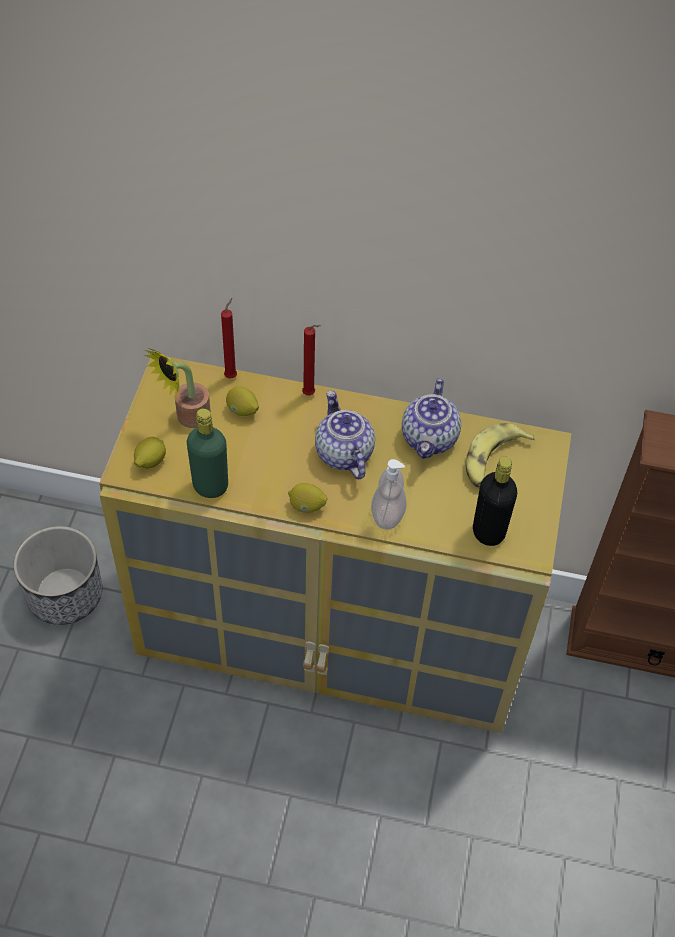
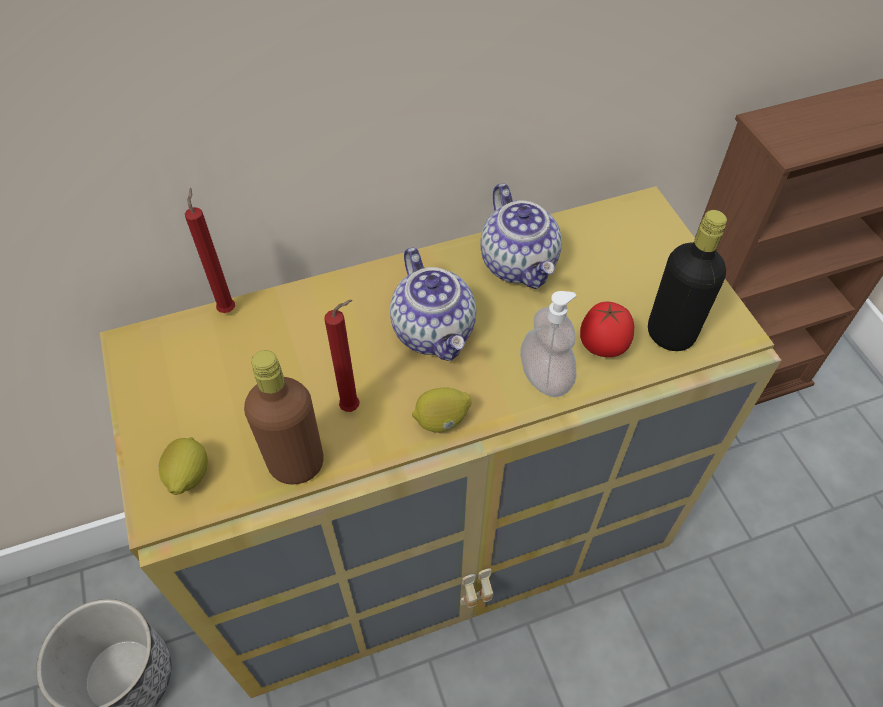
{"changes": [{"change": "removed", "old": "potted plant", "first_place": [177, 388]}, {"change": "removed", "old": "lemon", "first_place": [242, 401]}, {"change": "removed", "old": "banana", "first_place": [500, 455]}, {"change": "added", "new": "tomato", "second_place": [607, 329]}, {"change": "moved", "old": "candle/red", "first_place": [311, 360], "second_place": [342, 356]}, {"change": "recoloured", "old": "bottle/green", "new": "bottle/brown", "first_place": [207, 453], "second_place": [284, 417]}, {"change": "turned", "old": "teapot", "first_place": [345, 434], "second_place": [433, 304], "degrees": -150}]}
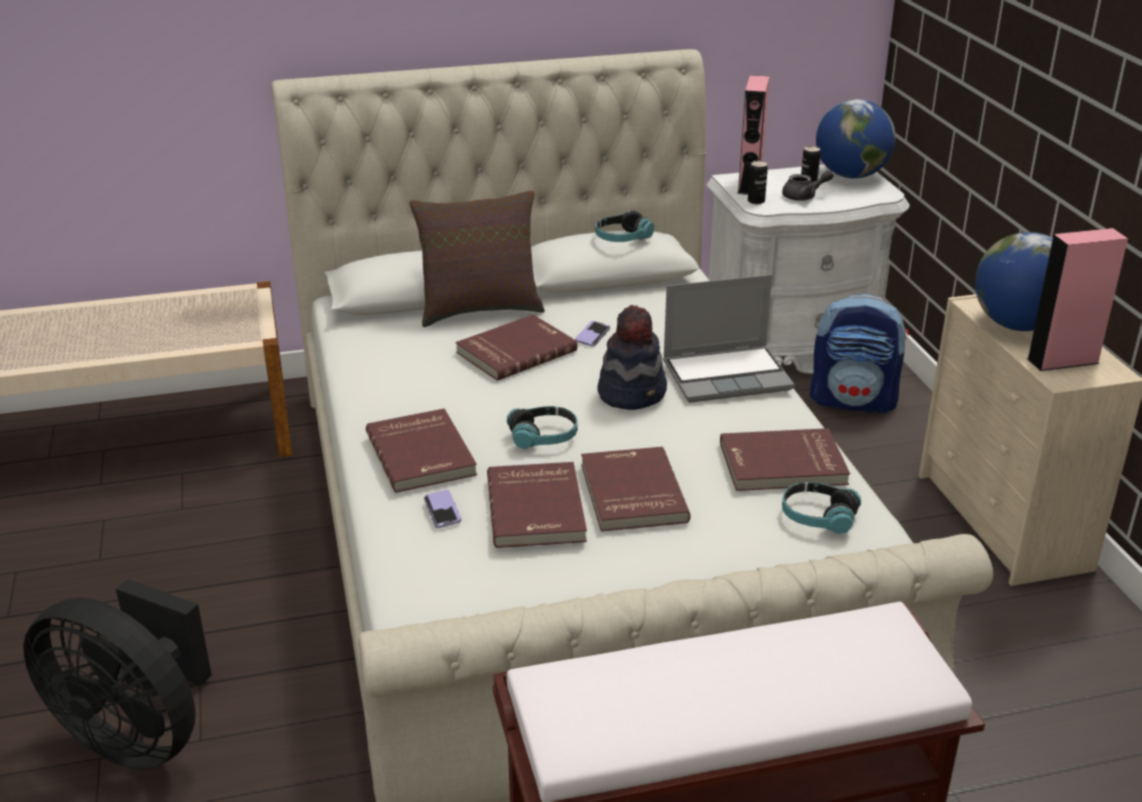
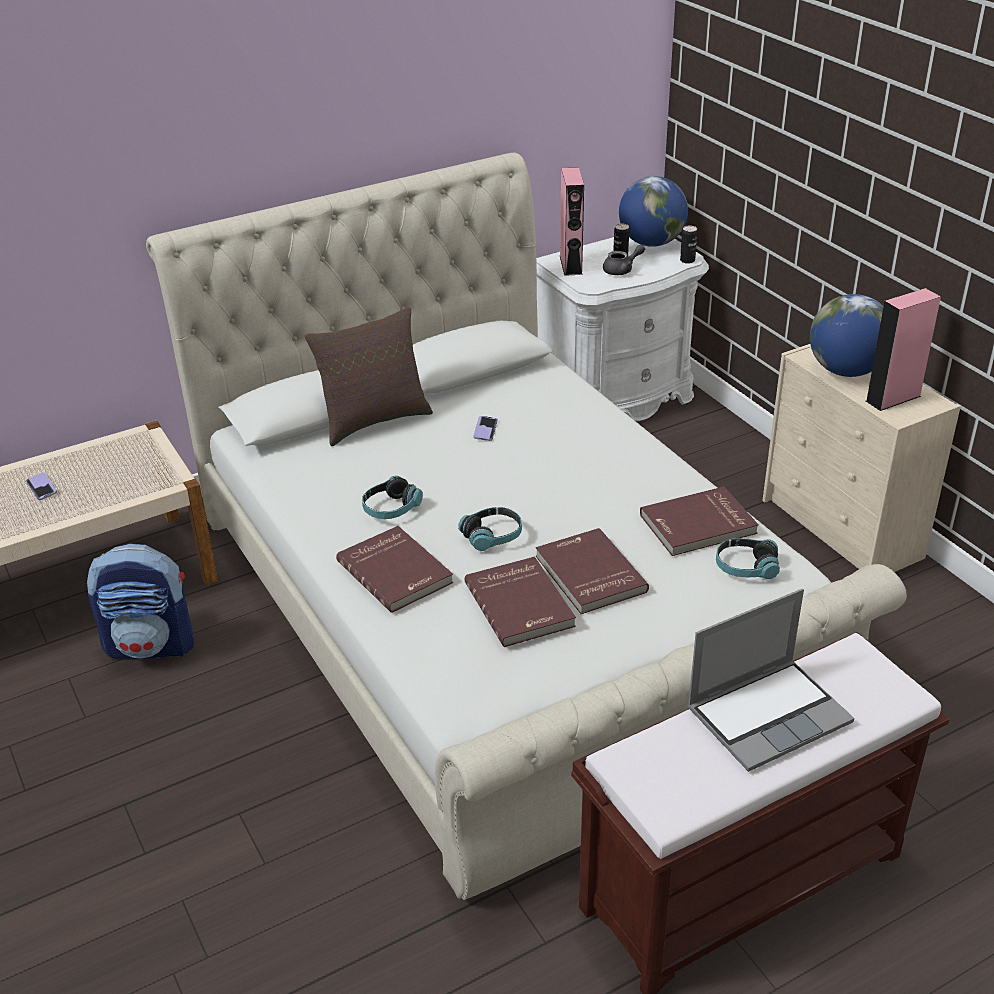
{"changes": [{"change": "removed", "old": "fan/black", "first_place": [117, 674]}, {"change": "removed", "old": "book/red", "first_place": [516, 348]}, {"change": "removed", "old": "hat", "first_place": [632, 357]}, {"change": "moved", "old": "phone", "first_place": [442, 509], "second_place": [41, 486]}, {"change": "moved", "old": "headphones", "first_place": [625, 226], "second_place": [392, 497]}, {"change": "moved", "old": "laptop", "first_place": [728, 339], "second_place": [770, 680]}, {"change": "moved", "old": "can", "first_place": [758, 182], "second_place": [688, 244]}, {"change": "moved", "old": "backpack", "first_place": [859, 354], "second_place": [140, 601]}]}
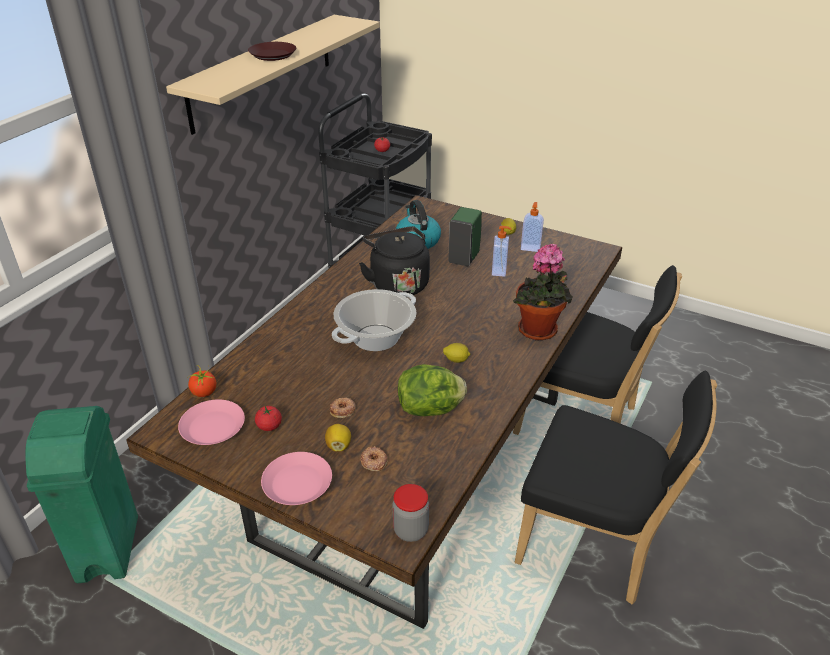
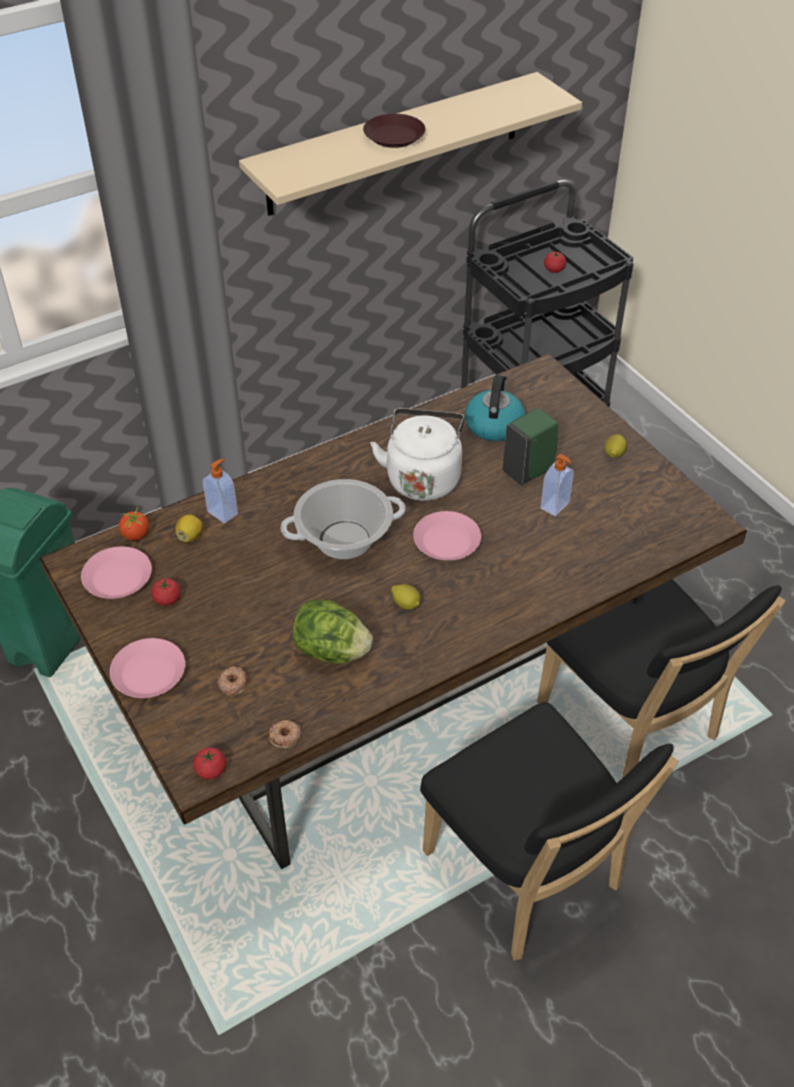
{"changes": [{"change": "removed", "old": "potted plant", "first_place": [542, 292]}, {"change": "added", "new": "plate/pink", "second_place": [447, 535]}, {"change": "moved", "old": "lemon", "first_place": [338, 438], "second_place": [189, 528]}, {"change": "moved", "old": "donut", "first_place": [343, 407], "second_place": [285, 734]}, {"change": "moved", "old": "soap dispenser", "first_place": [532, 227], "second_place": [220, 491]}, {"change": "replaced", "old": "jar", "new": "tomato", "first_place": [411, 513], "second_place": [209, 763]}, {"change": "recoloured", "old": "kettle/black", "new": "kettle/white", "first_place": [394, 260], "second_place": [417, 454]}]}
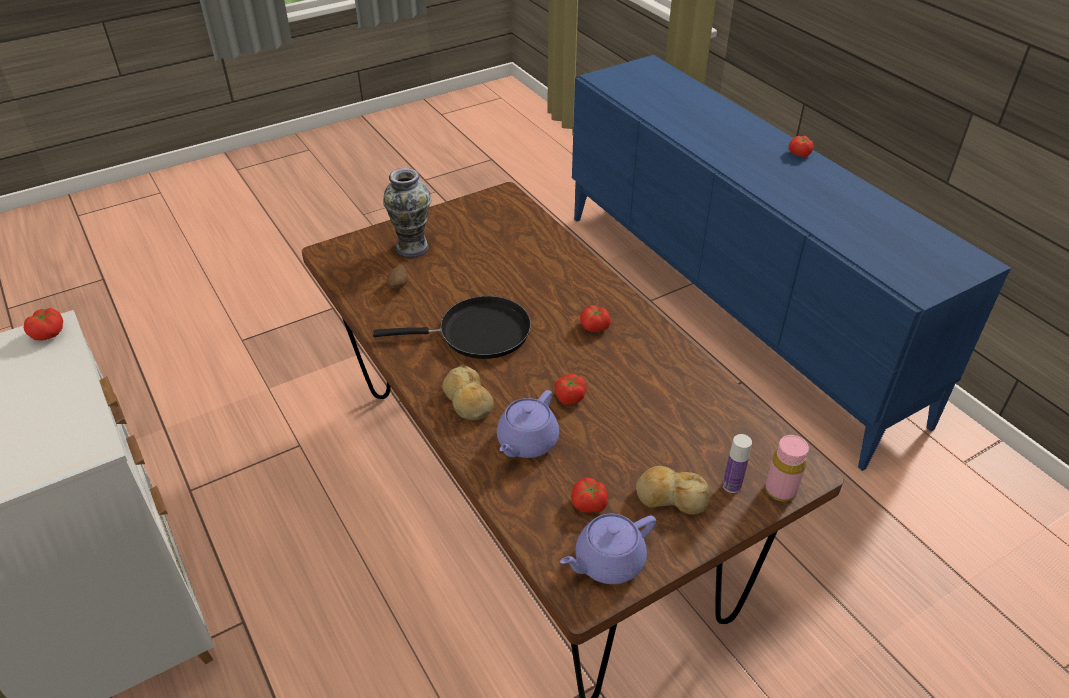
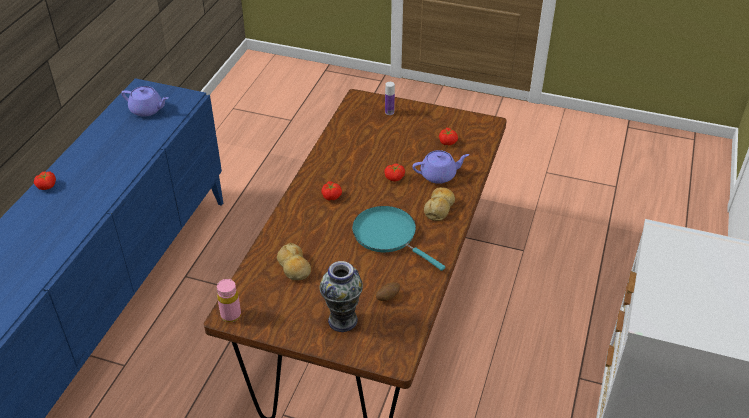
{"changes": [{"change": "removed", "old": "tomato", "first_place": [43, 324]}, {"change": "moved", "old": "teapot/purple", "first_place": [608, 549], "second_place": [144, 101]}, {"change": "moved", "old": "bread", "first_place": [673, 490], "second_place": [294, 261]}, {"change": "moved", "old": "bottle/pink", "first_place": [787, 468], "second_place": [229, 300]}, {"change": "recoloured", "old": "frying pan/black", "new": "frying pan/turquoise", "first_place": [452, 327], "second_place": [398, 238]}]}
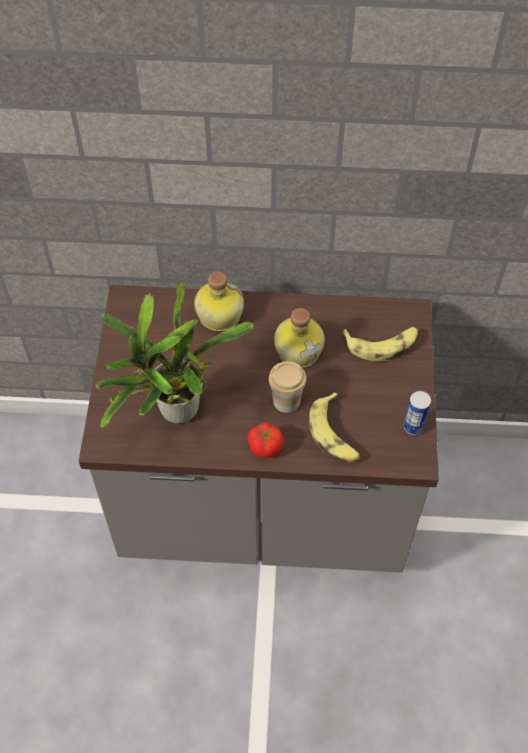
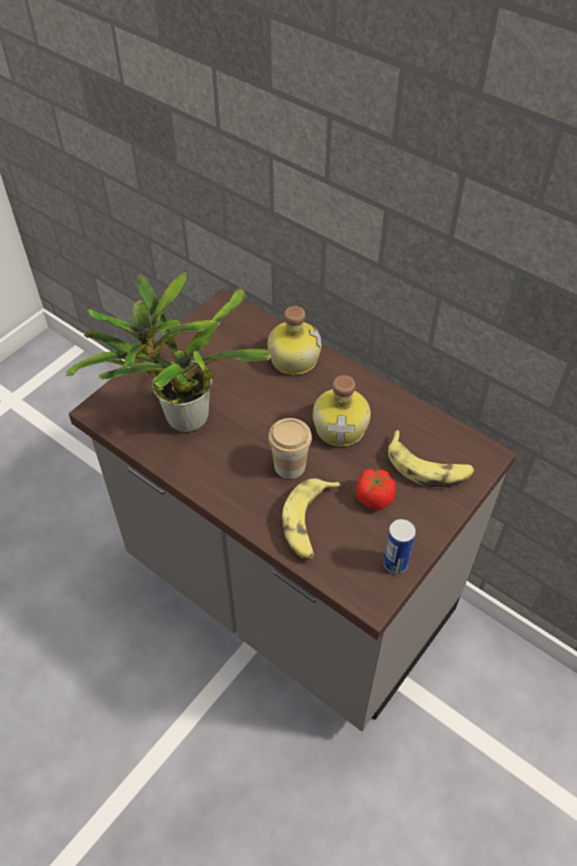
{"changes": [{"change": "moved", "old": "tomato", "first_place": [265, 440], "second_place": [376, 489]}]}
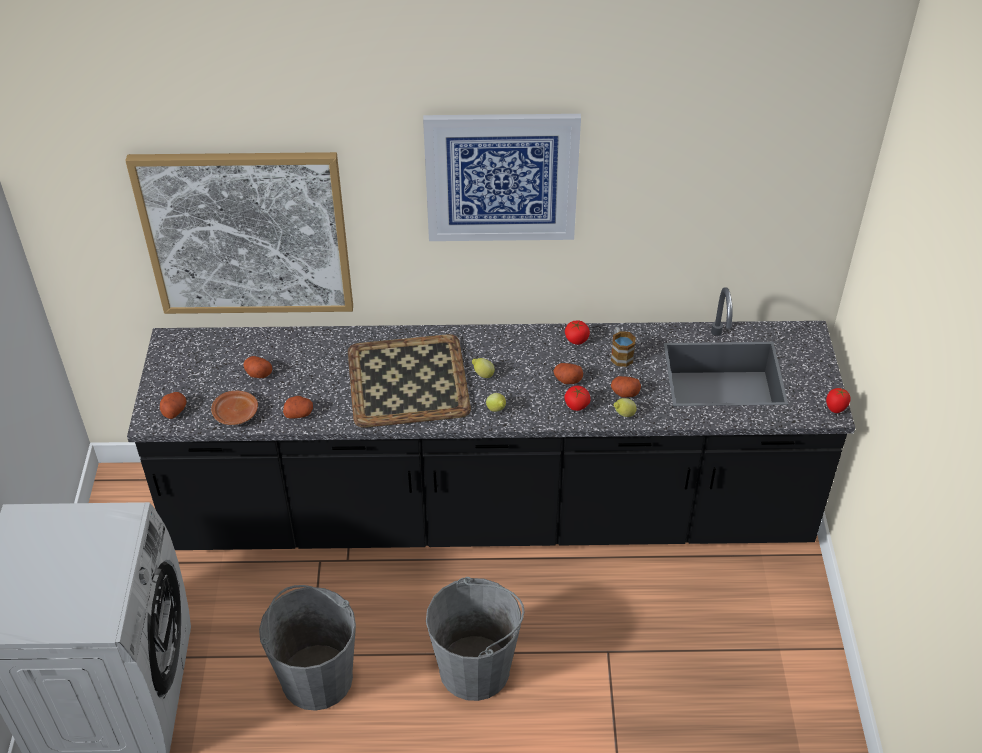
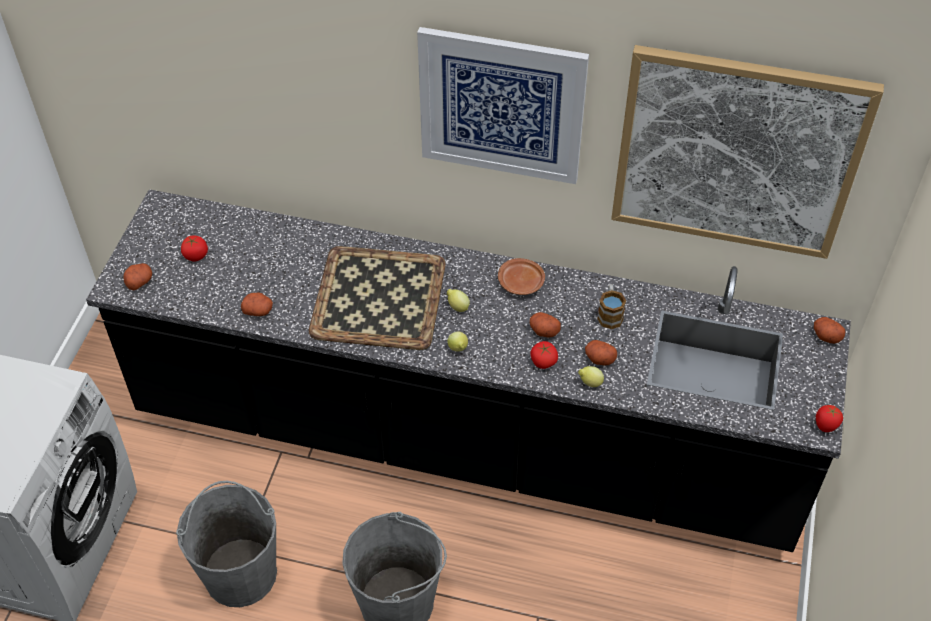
{"changes": [{"change": "moved", "old": "picture", "first_place": [239, 233], "second_place": [747, 152]}, {"change": "moved", "old": "plate/brown", "first_place": [234, 408], "second_place": [521, 276]}, {"change": "moved", "old": "potato", "first_place": [257, 367], "second_place": [829, 330]}, {"change": "moved", "old": "tomato", "first_place": [577, 333], "second_place": [194, 248]}]}
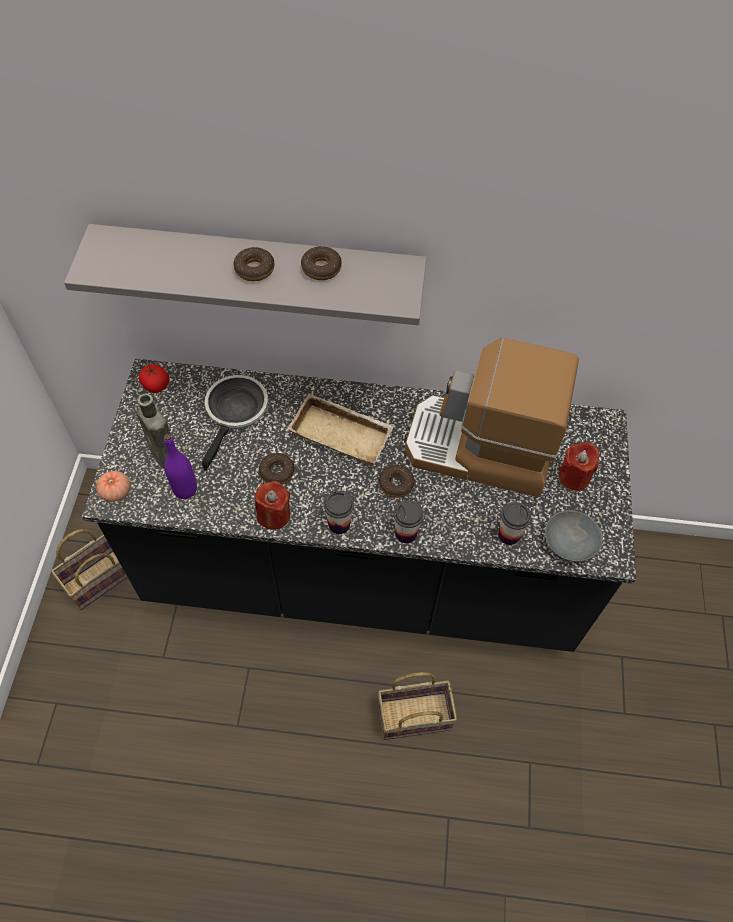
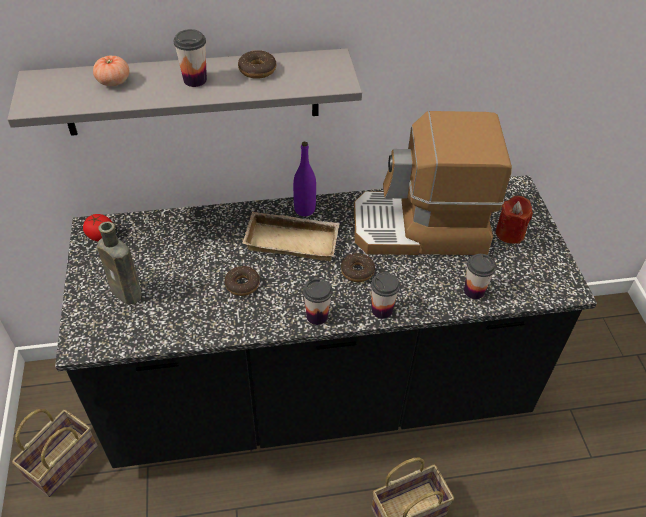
{"changes": [{"change": "removed", "old": "frying pan", "first_place": [235, 423]}, {"change": "removed", "old": "candle/red", "first_place": [272, 505]}, {"change": "removed", "old": "bowl/grey", "first_place": [574, 536]}, {"change": "moved", "old": "tomato", "first_place": [113, 486], "second_place": [111, 71]}, {"change": "moved", "old": "bottle/purple", "first_place": [180, 466], "second_place": [304, 179]}, {"change": "replaced", "old": "donut", "new": "cup", "first_place": [253, 264], "second_place": [190, 58]}]}
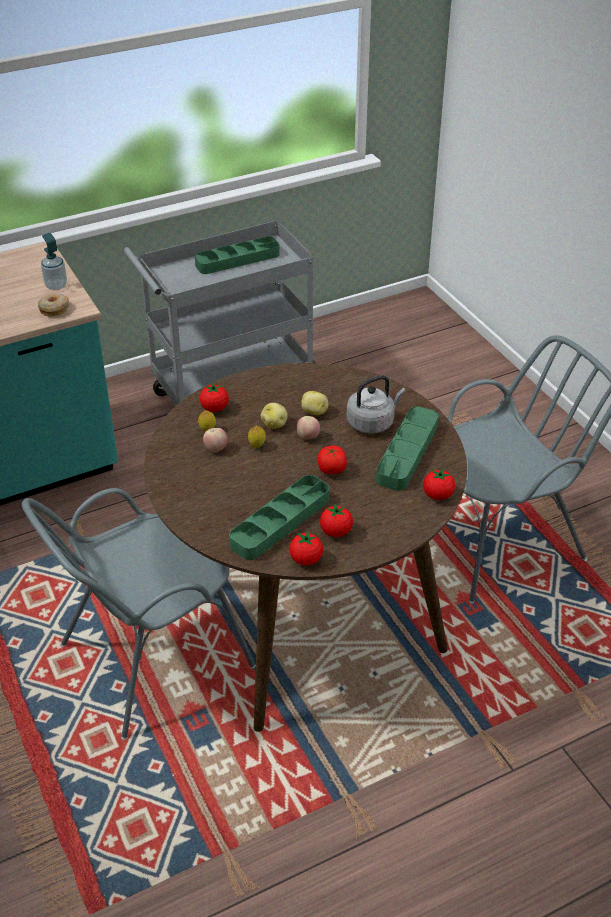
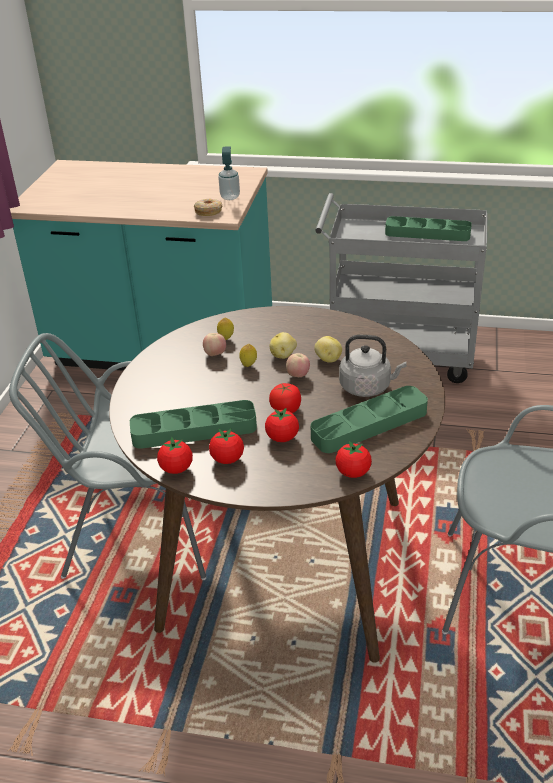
{"changes": [{"change": "moved", "old": "tomato", "first_place": [214, 397], "second_place": [282, 425]}]}
